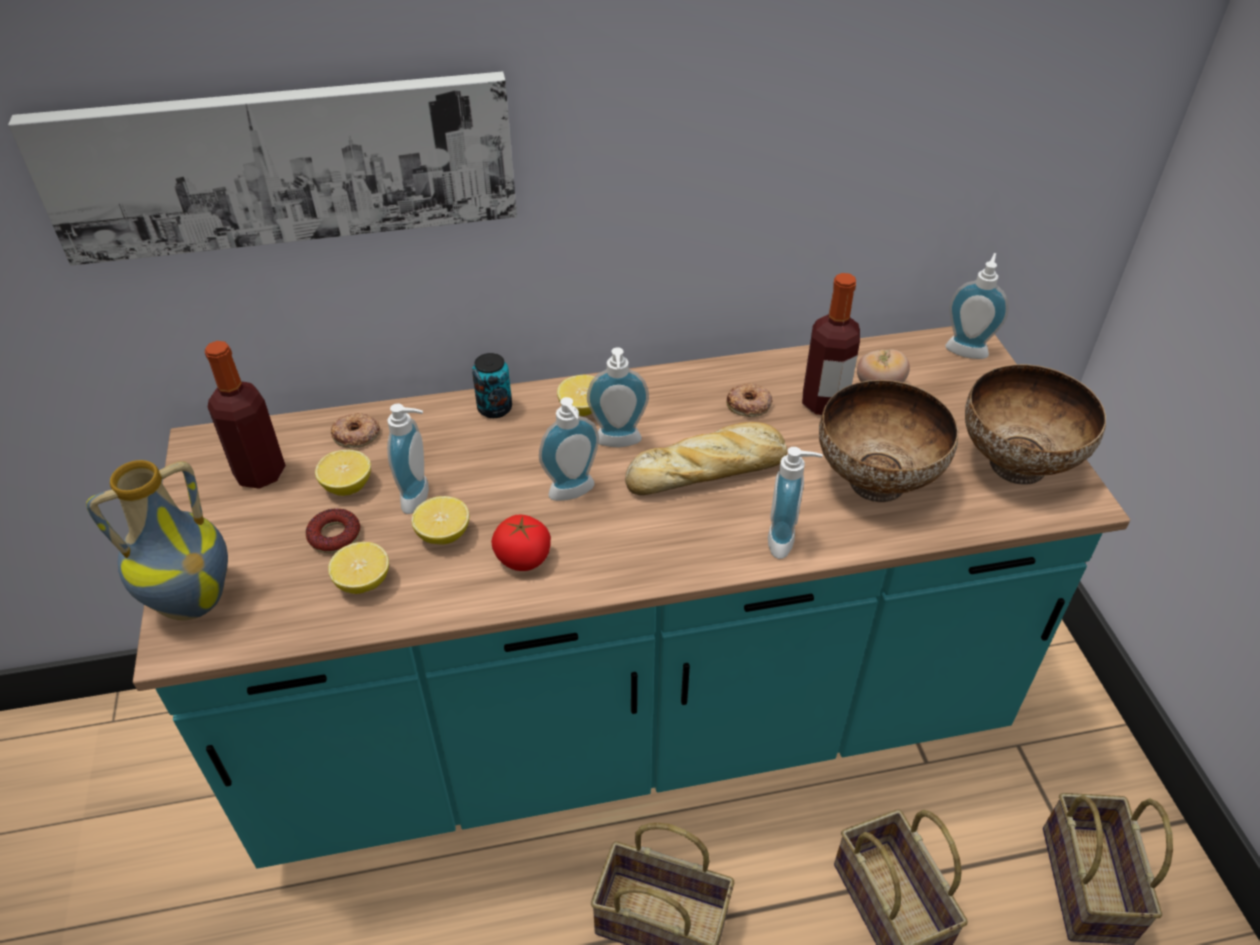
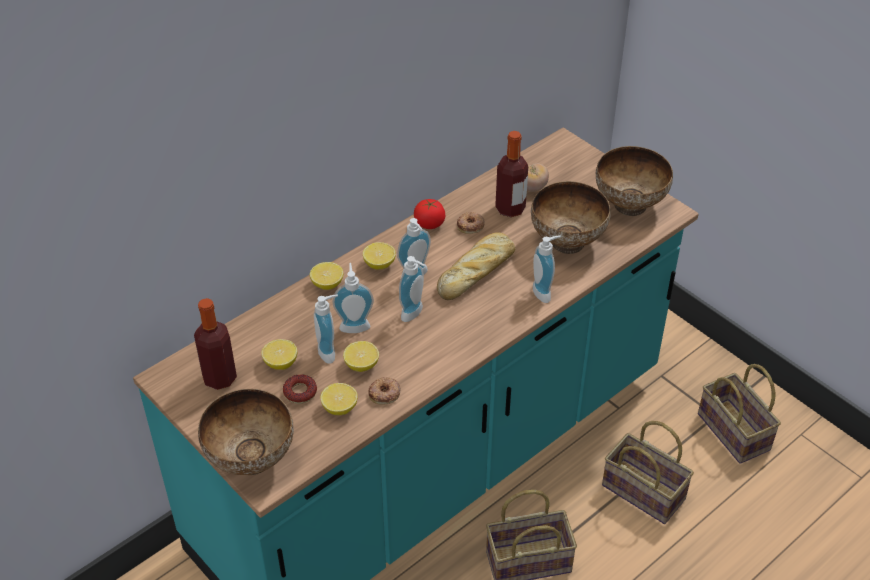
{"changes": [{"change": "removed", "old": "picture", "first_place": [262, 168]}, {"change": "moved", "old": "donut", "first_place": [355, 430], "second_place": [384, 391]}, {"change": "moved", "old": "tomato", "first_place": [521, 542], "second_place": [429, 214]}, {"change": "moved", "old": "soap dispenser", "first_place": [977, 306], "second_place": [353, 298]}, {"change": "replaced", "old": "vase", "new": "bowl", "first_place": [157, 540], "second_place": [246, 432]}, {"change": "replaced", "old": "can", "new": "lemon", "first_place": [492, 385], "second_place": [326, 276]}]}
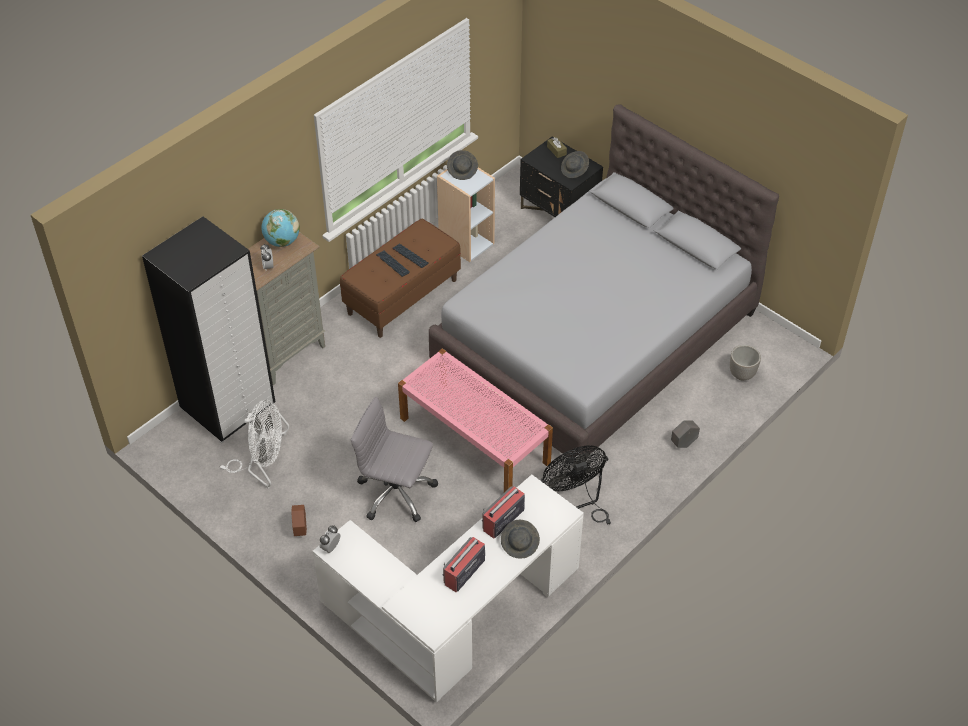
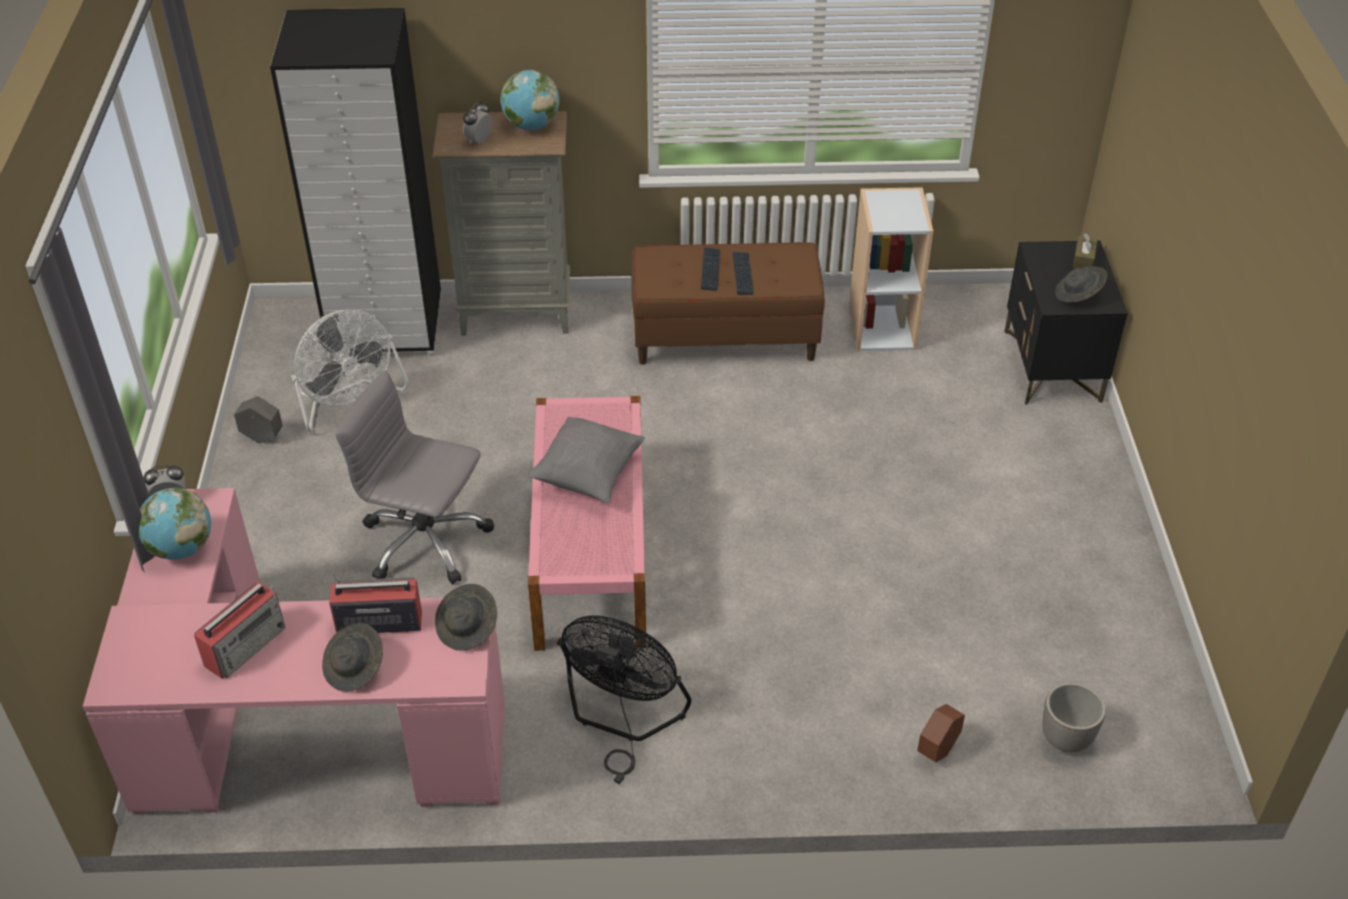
{"changes": [{"change": "removed", "old": "bed/grey", "first_place": [604, 283]}, {"change": "added", "new": "globe", "second_place": [175, 524]}, {"change": "added", "new": "pillow/grey", "second_place": [587, 460]}, {"change": "moved", "old": "planter/brown", "first_place": [299, 520], "second_place": [941, 733]}, {"change": "moved", "old": "hat/grey", "first_place": [462, 165], "second_place": [466, 617]}, {"change": "moved", "old": "planter/grey", "first_place": [685, 434], "second_place": [258, 420]}, {"change": "recoloured", "old": "desk/white", "new": "desk/pink", "first_place": [448, 589], "second_place": [294, 651]}, {"change": "turned", "old": "office chair/grey", "first_place": [394, 459], "second_place": [414, 477], "degrees": -45}, {"change": "turned", "old": "radio", "first_place": [464, 564], "second_place": [239, 630], "degrees": 135}]}
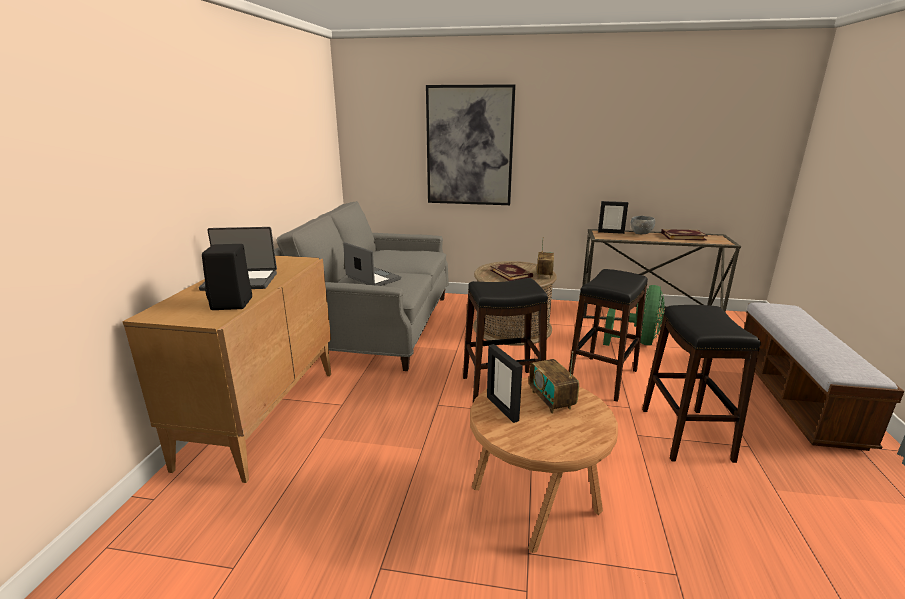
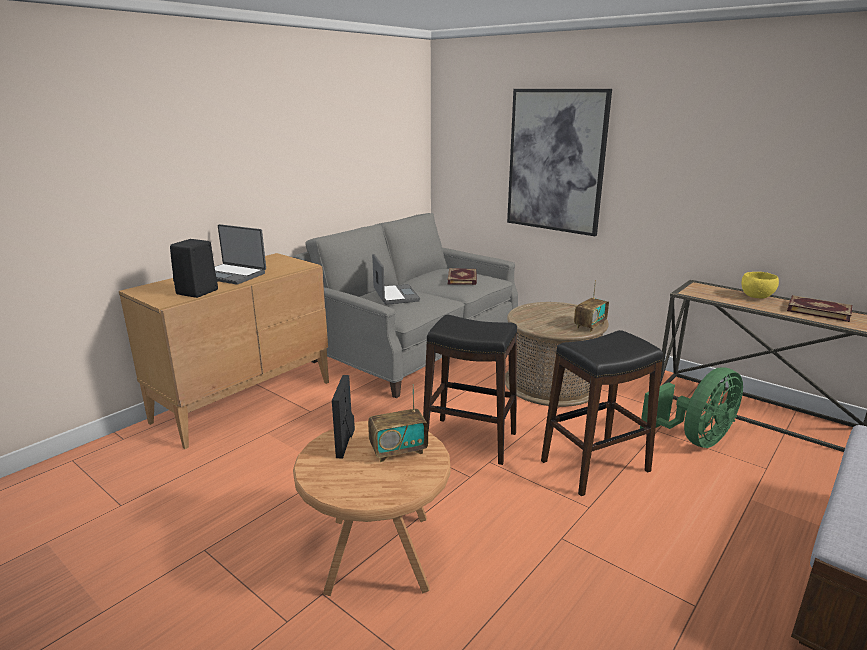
{"changes": [{"change": "removed", "old": "picture frame", "first_place": [613, 217]}, {"change": "removed", "old": "stool/black", "first_place": [701, 384]}, {"change": "moved", "old": "book", "first_place": [511, 272], "second_place": [462, 276]}, {"change": "recoloured", "old": "bowl/grey", "new": "bowl/yellow", "first_place": [643, 225], "second_place": [760, 285]}, {"change": "turned", "old": "radio", "first_place": [554, 382], "second_place": [398, 423], "degrees": -120}]}
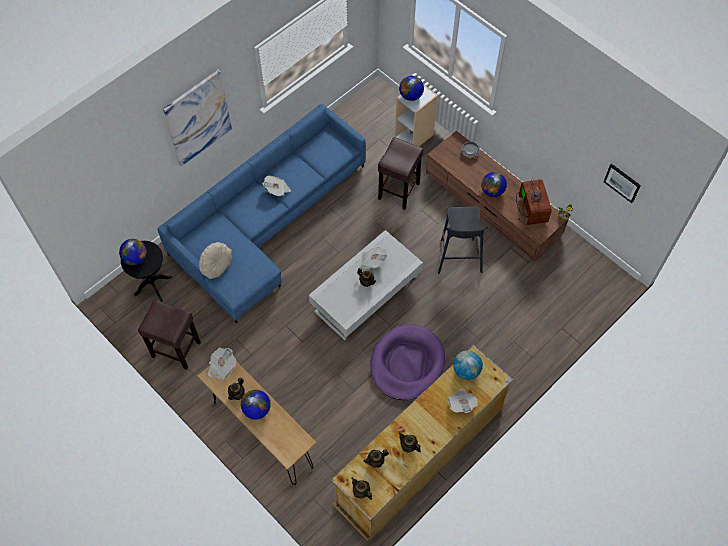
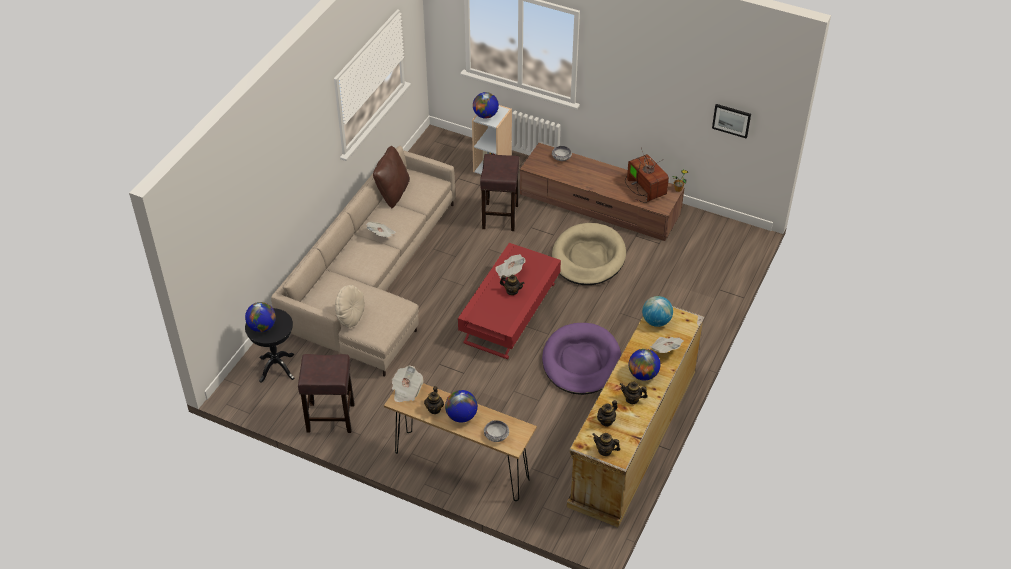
{"changes": [{"change": "removed", "old": "picture", "first_place": [197, 117]}, {"change": "added", "new": "pillow/brown", "second_place": [391, 177]}, {"change": "added", "new": "bowl", "second_place": [496, 431]}, {"change": "moved", "old": "globe", "first_place": [494, 184], "second_place": [645, 364]}, {"change": "replaced", "old": "stool/grey", "new": "dog bed/beige", "first_place": [463, 240], "second_place": [589, 254]}, {"change": "recoloured", "old": "sofa/blue", "new": "sofa/beige", "first_place": [261, 213], "second_place": [363, 261]}, {"change": "recoloured", "old": "coffee table/white", "new": "coffee table/red", "first_place": [366, 285], "second_place": [509, 301]}]}
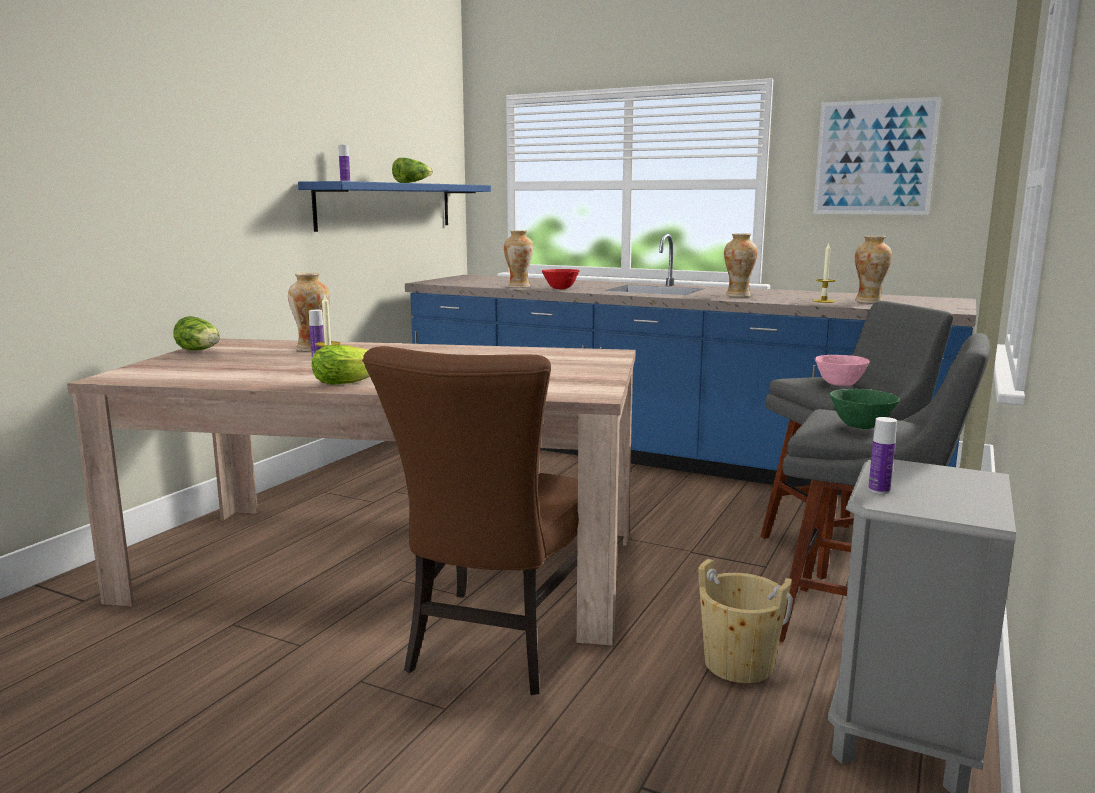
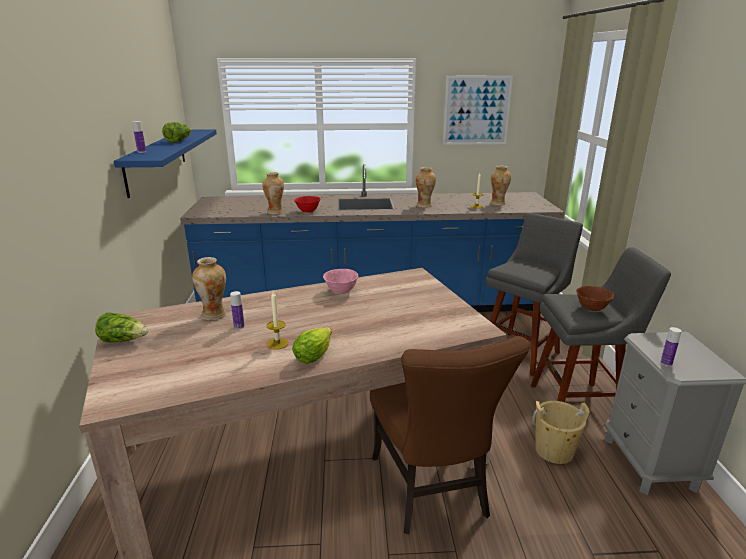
{"changes": [{"change": "moved", "old": "bowl/pink", "first_place": [842, 370], "second_place": [340, 281]}, {"change": "recoloured", "old": "bowl/green", "new": "bowl/brown", "first_place": [865, 409], "second_place": [595, 298]}]}
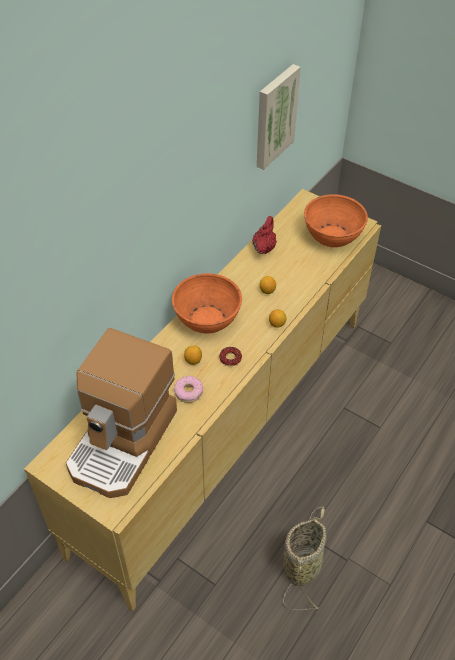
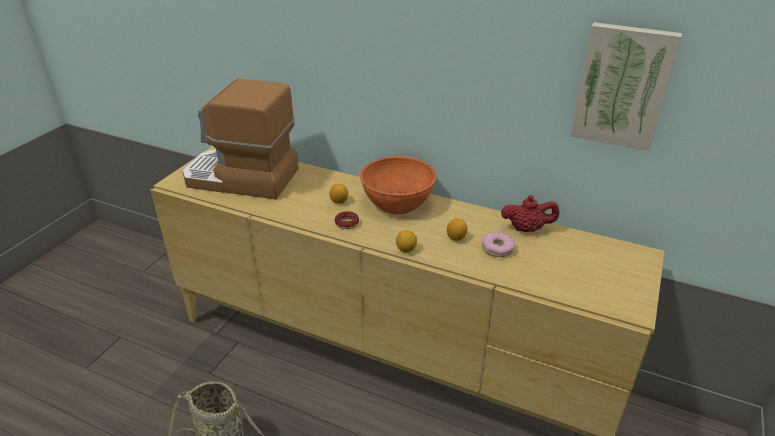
{"changes": [{"change": "removed", "old": "bowl/orange", "first_place": [336, 220]}, {"change": "moved", "old": "donut", "first_place": [188, 389], "second_place": [498, 244]}]}
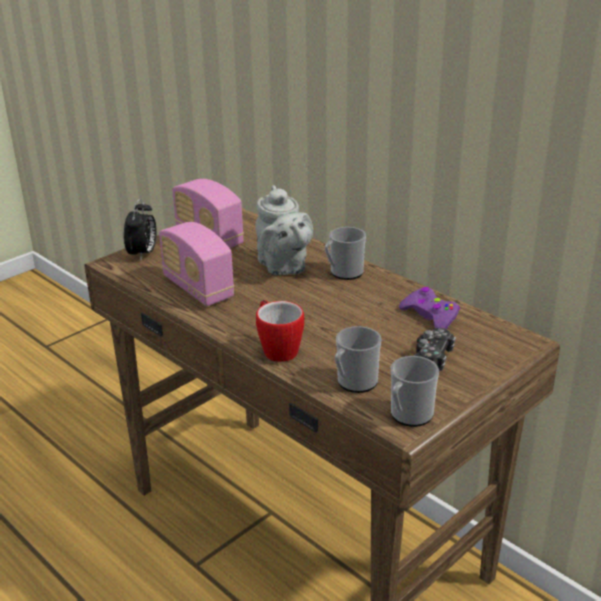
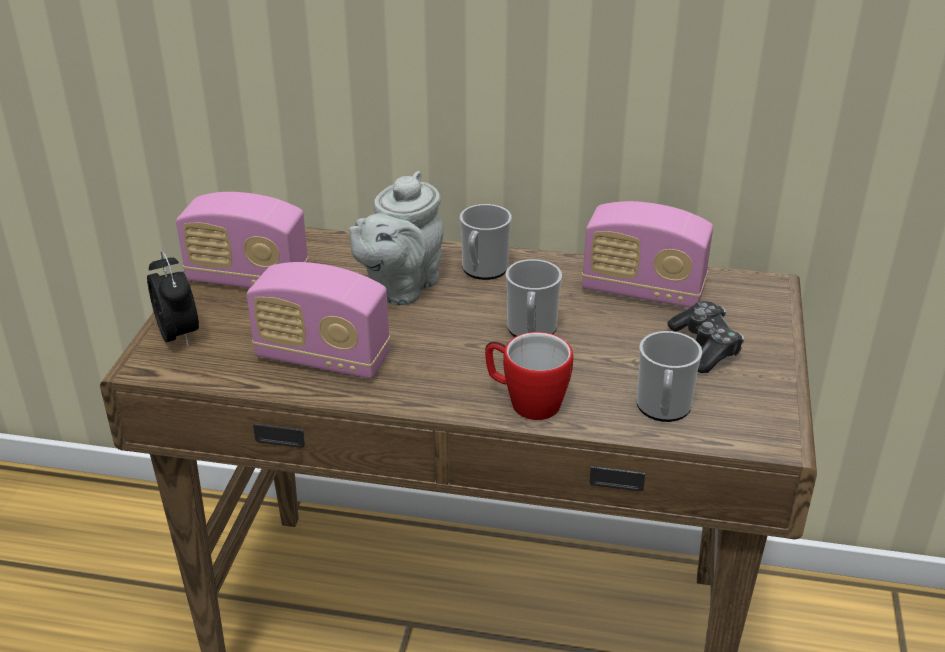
{"changes": [{"change": "moved", "old": "mug", "first_place": [415, 391], "second_place": [534, 298]}, {"change": "replaced", "old": "game controller/purple", "new": "radio", "first_place": [429, 308], "second_place": [647, 254]}, {"change": "turned", "old": "teapot/grey", "first_place": [284, 230], "second_place": [396, 238], "degrees": 90}]}
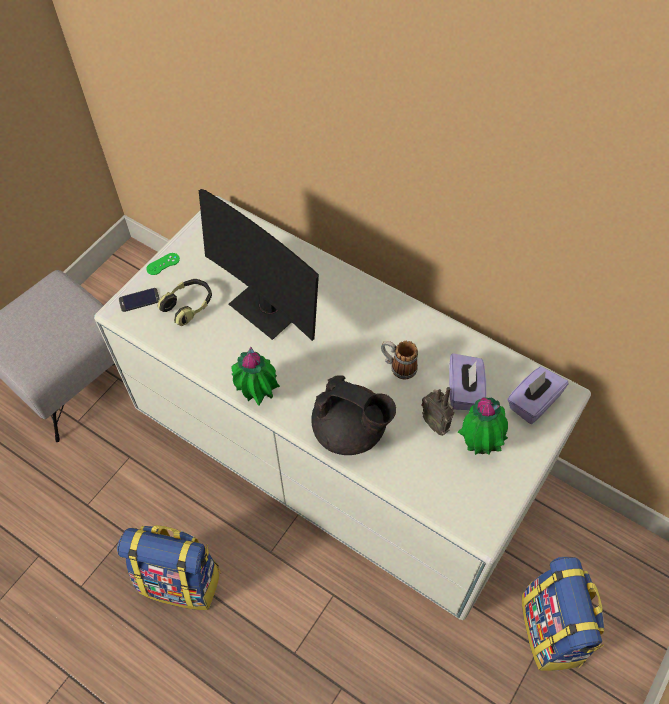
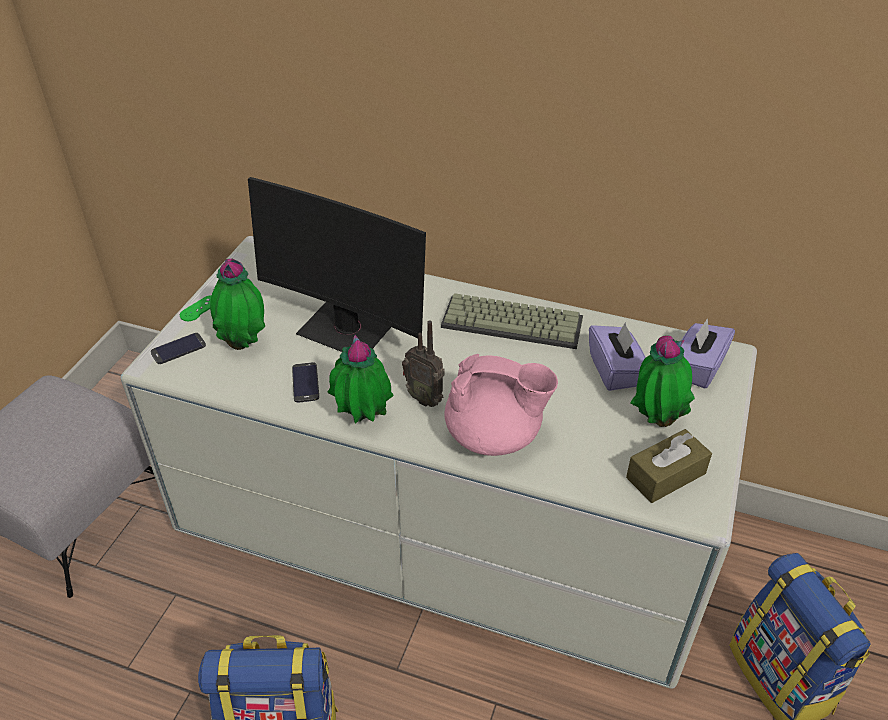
{"changes": [{"change": "removed", "old": "mug", "first_place": [399, 360]}, {"change": "added", "new": "phone", "second_place": [305, 382]}, {"change": "added", "new": "keyboard", "second_place": [512, 321]}, {"change": "added", "new": "tissue box/brown", "second_place": [669, 466]}, {"change": "moved", "old": "radio", "first_place": [438, 411], "second_place": [423, 364]}, {"change": "replaced", "old": "headphones", "new": "potted plant", "first_place": [185, 302], "second_place": [237, 304]}, {"change": "recoloured", "old": "teapot/black", "new": "teapot/pink", "first_place": [353, 415], "second_place": [501, 405]}]}
